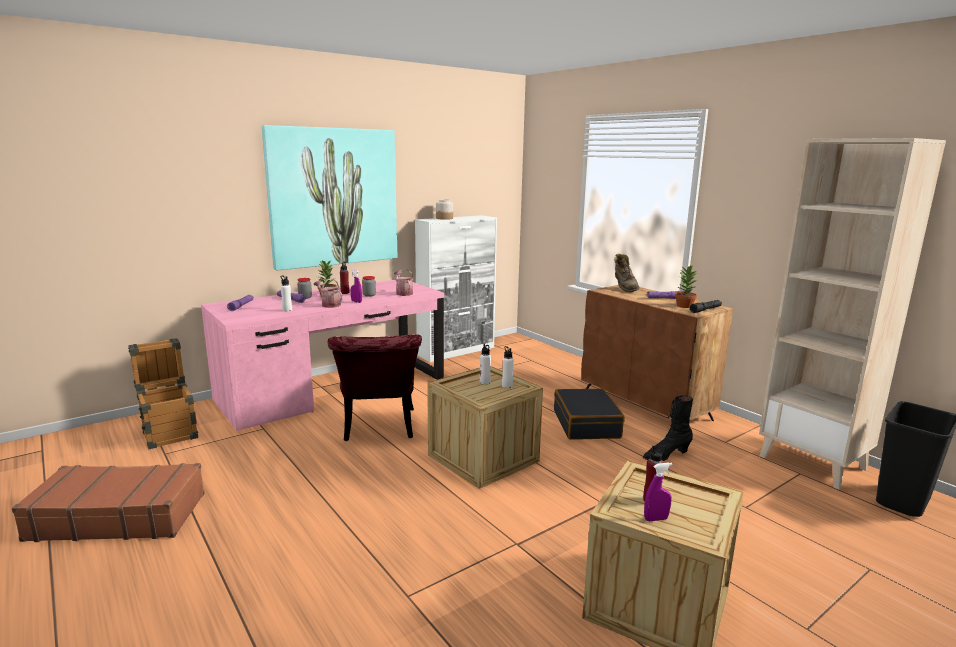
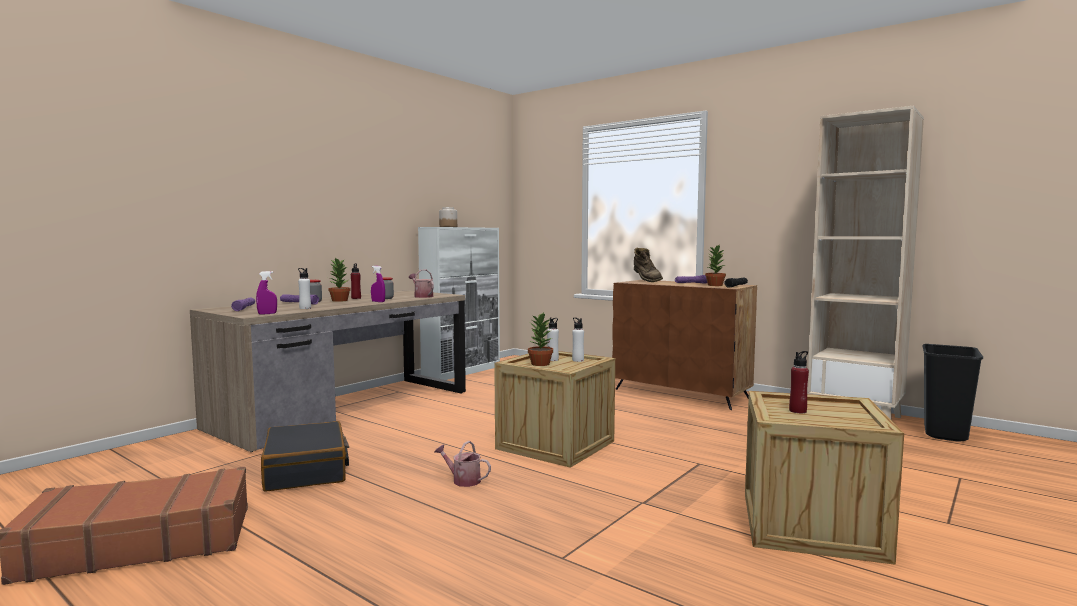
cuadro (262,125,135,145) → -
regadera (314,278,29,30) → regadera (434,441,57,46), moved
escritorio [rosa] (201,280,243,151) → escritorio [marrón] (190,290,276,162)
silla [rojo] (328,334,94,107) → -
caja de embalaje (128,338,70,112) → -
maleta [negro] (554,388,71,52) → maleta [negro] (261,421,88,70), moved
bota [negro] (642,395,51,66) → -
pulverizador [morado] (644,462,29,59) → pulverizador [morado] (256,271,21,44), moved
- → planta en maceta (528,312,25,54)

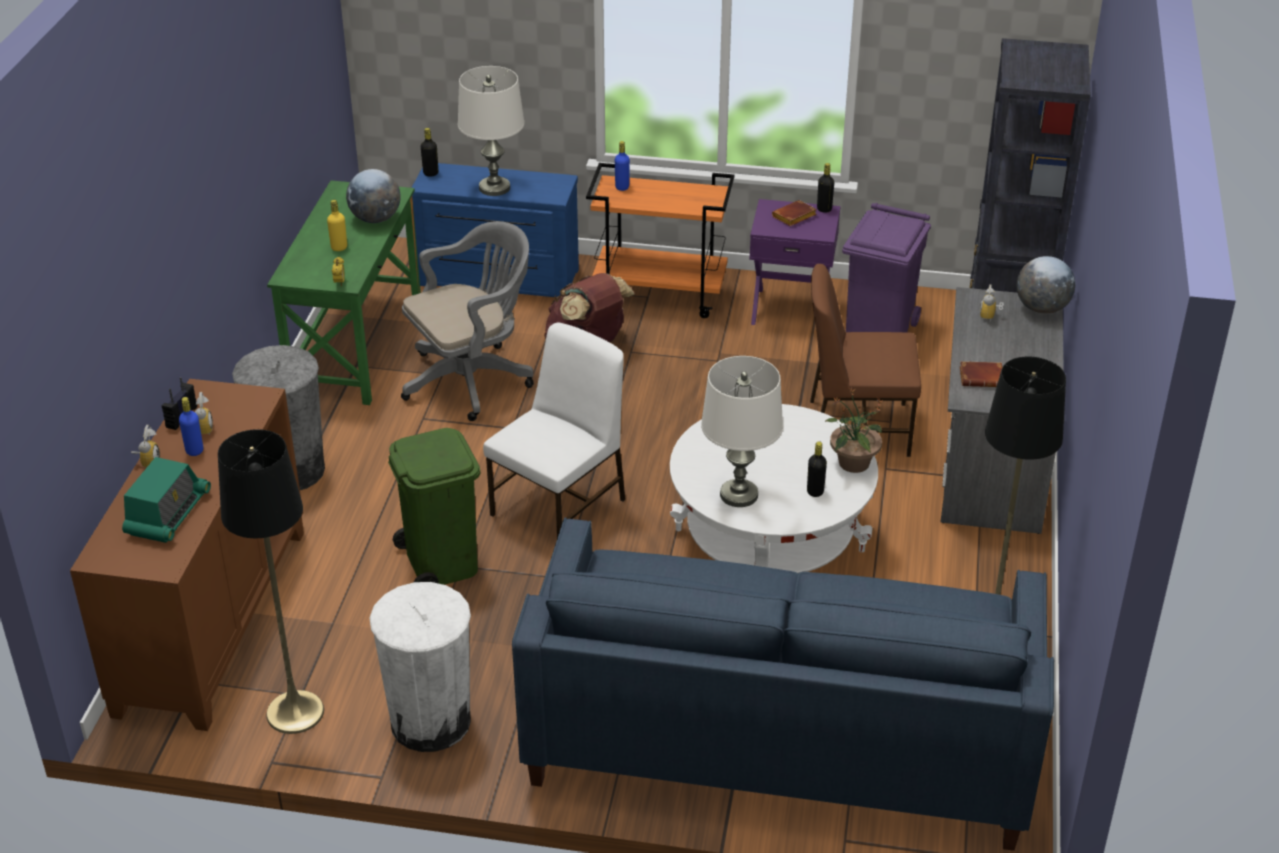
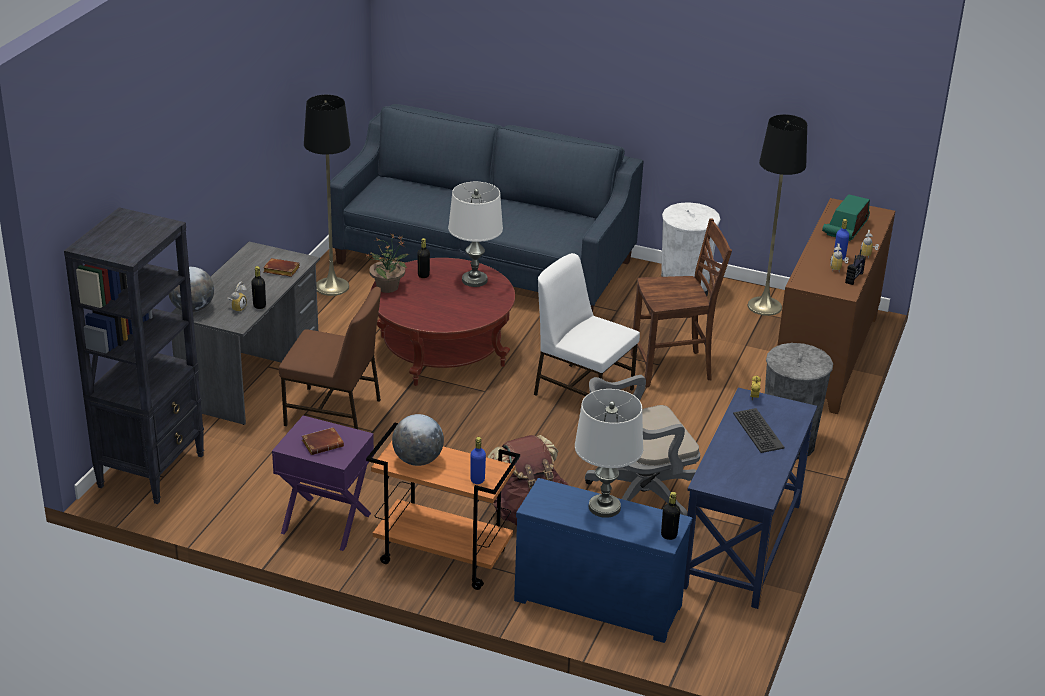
botella [negro] (817,163,17,50) → botella [negro] (251,266,15,43), moved
globo terráqueo (346,169,55,54) → globo terráqueo (392,414,52,52), moved
escritorio [verde] (267,180,154,225) → escritorio [azul] (684,388,133,221)
botella [amarillo] (327,200,20,51) → teclado (733,408,51,45)
papelera [morado] (842,203,89,129) → -
silla [blanco] (483,323,142,215) → silla [blanco] (534,253,106,143), 75 degrees clockwise
mesa de centro [blanco] (670,404,208,169) → mesa de centro [rojo] (370,258,145,128)
papelera [verde] (388,428,92,157) → silla [marrón] (631,219,101,168)

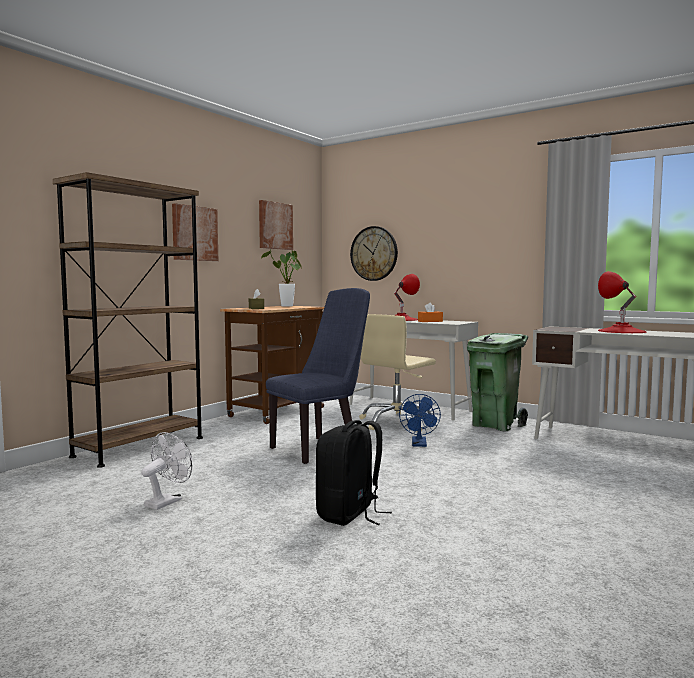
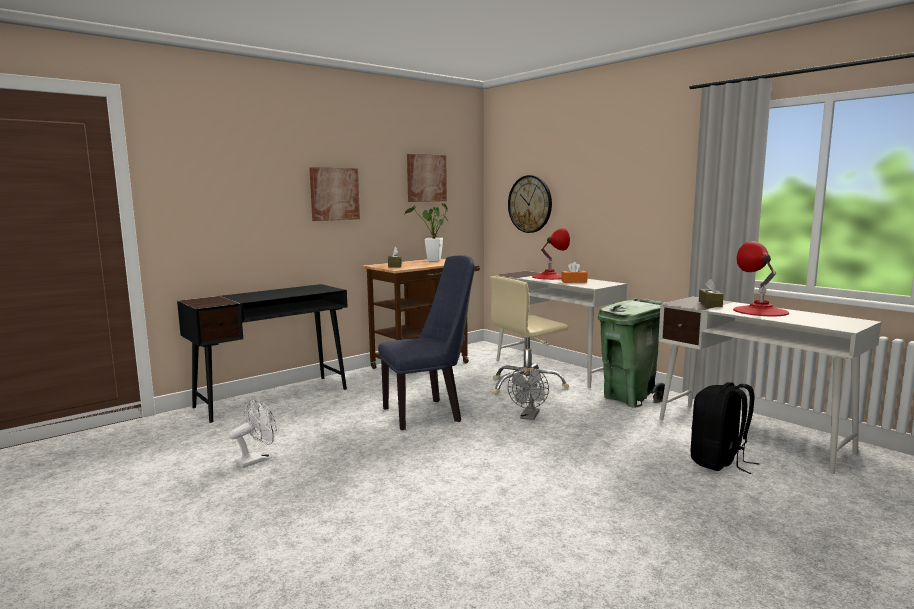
estantería [marrón] (53,172,150,296) → escritorio [negro] (177,284,171,139)
ventilador [azul] (399,394,42,53) → ventilador [gris] (508,366,41,54)
mochila [negro] (316,420,76,106) → mochila [negro] (691,382,68,92), moved
- → caja de pañuelos [marrón] (699,279,25,28)

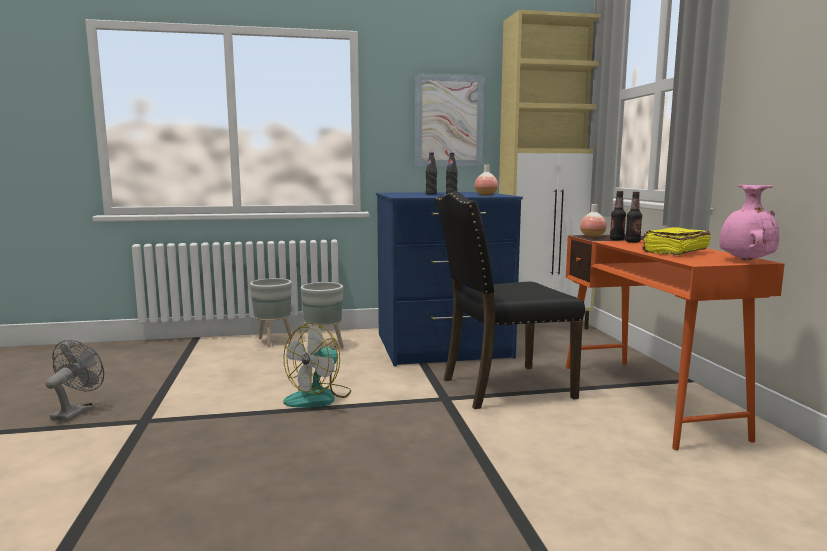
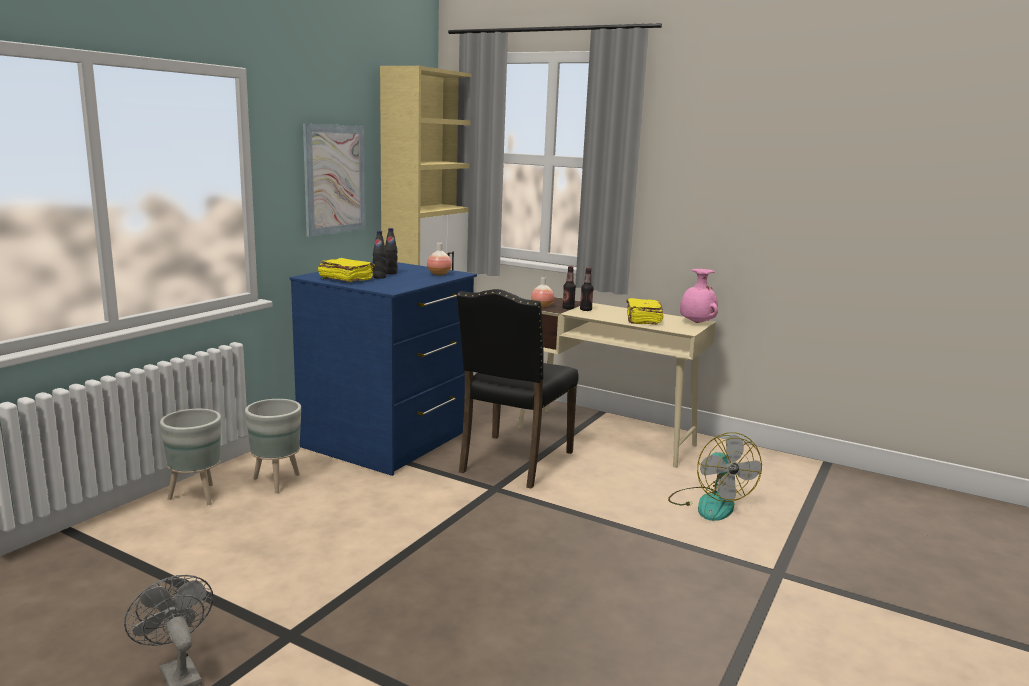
escritorio [naranja] (566,234,219,216) → escritorio [beis] (518,297,198,171)
ventilador (283,323,68,85) → ventilador (668,432,94,89), moved
- → libro [amarillo] (318,258,57,24)

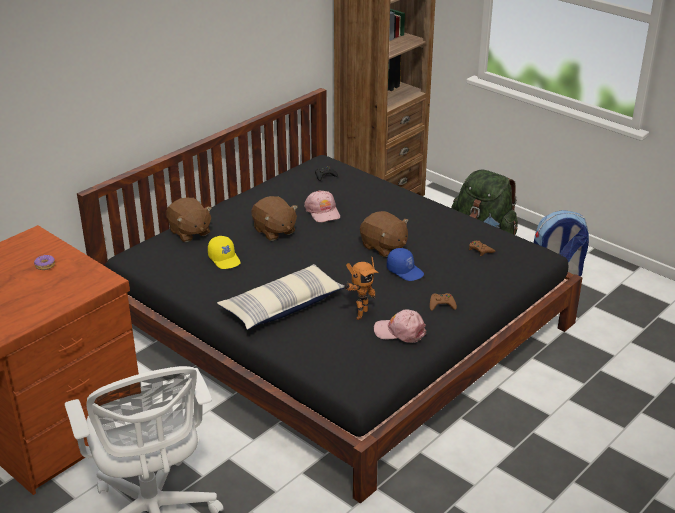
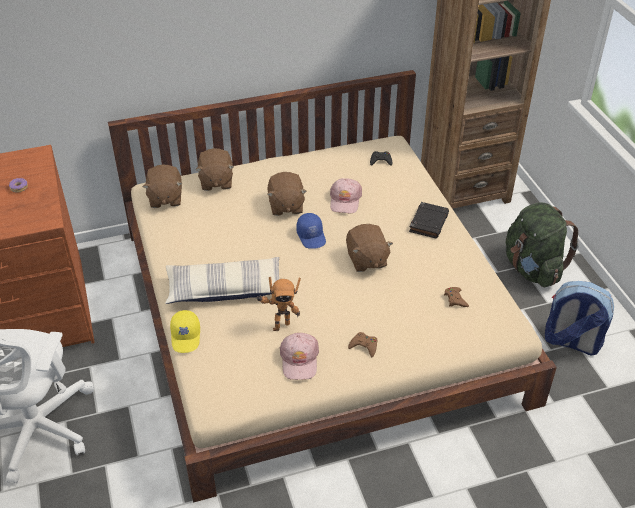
cama [negro] (77,88,506,416) → cama [beis] (108,70,449,433)
gorra [amarillo] (208,236,33,33) → gorra [amarillo] (170,310,30,43), moved
gorra [azul] (387,248,37,33) → gorra [azul] (296,213,30,36), moved
gorra [rosa] (374,309,52,34) → gorra [rosa] (280,333,39,47), 135 degrees counterclockwise
- → peluche [marrón] (143,165,39,43)
- → libro [negro] (409,202,40,37)

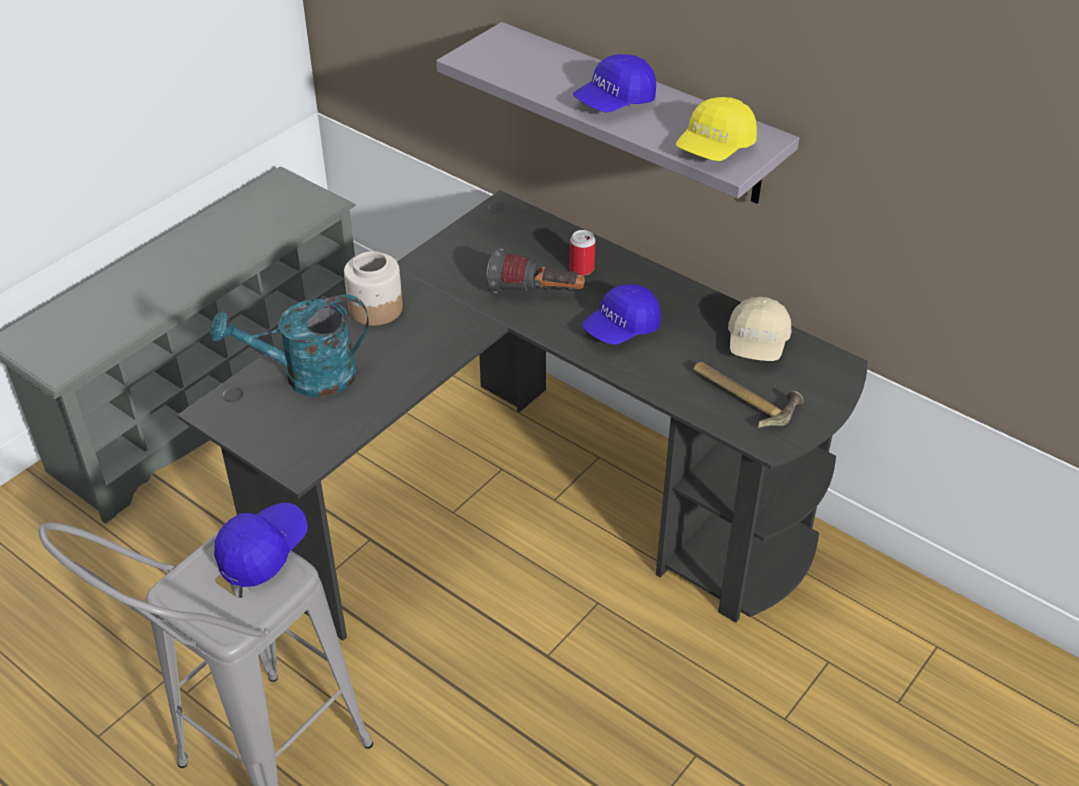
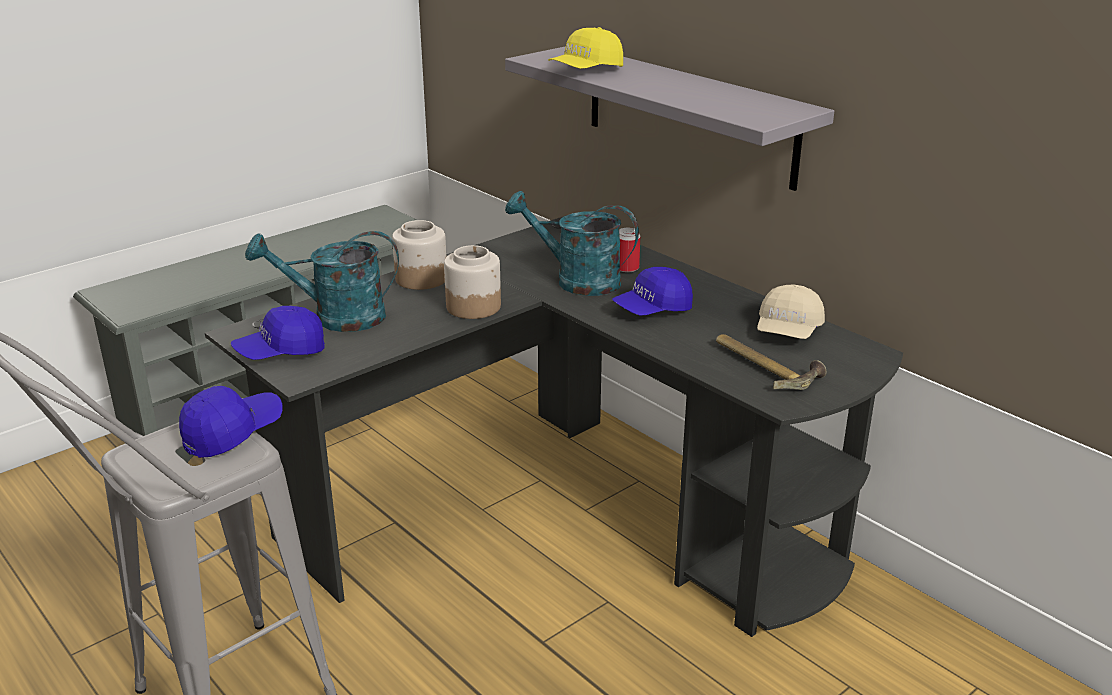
gorra [azul] (573,54,83,58) → gorra [azul] (231,306,94,54), moved
gorra [amarillo] (676,97,81,64) → gorra [amarillo] (548,27,75,42), moved
linterna (487,249,98,44) → regadera [turquesa] (505,191,134,105)
- → tarro (444,245,57,74)

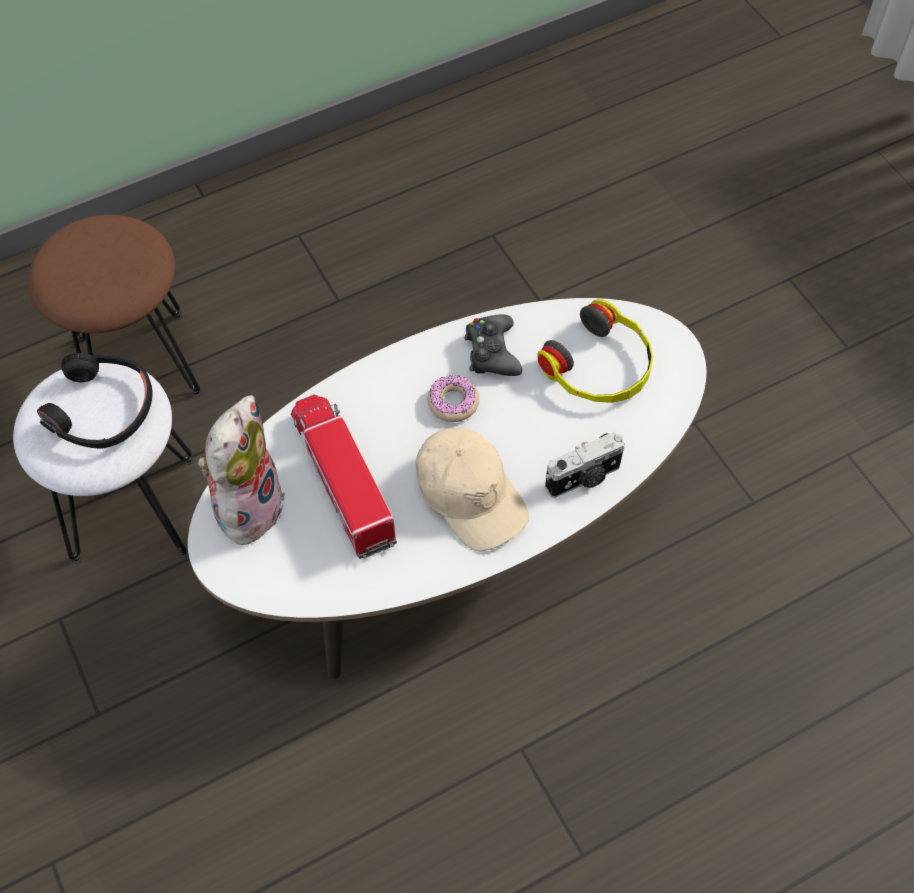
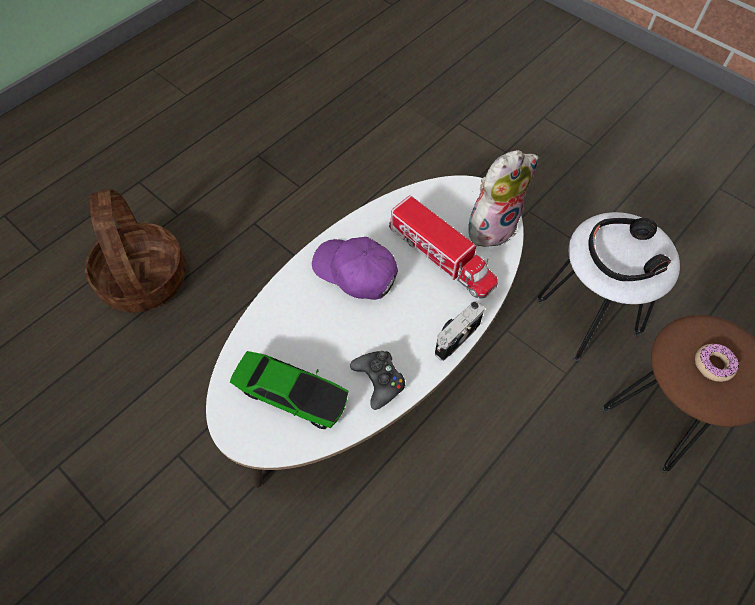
auriculares (537,299,116,104) → coche de juguete (230,351,119,78)
rosquilla (428,375,51,47) → rosquilla (695,343,44,39), moved
peluche (198,395,87,157) → peluche (468,150,71,97), 120 degrees counterclockwise
gorra [beis] (416,428,113,123) → gorra [morado] (312,237,86,63)
cámara (545,432,80,66) → cámara (435,301,50,60), moved
- → cesta (85,189,101,123)

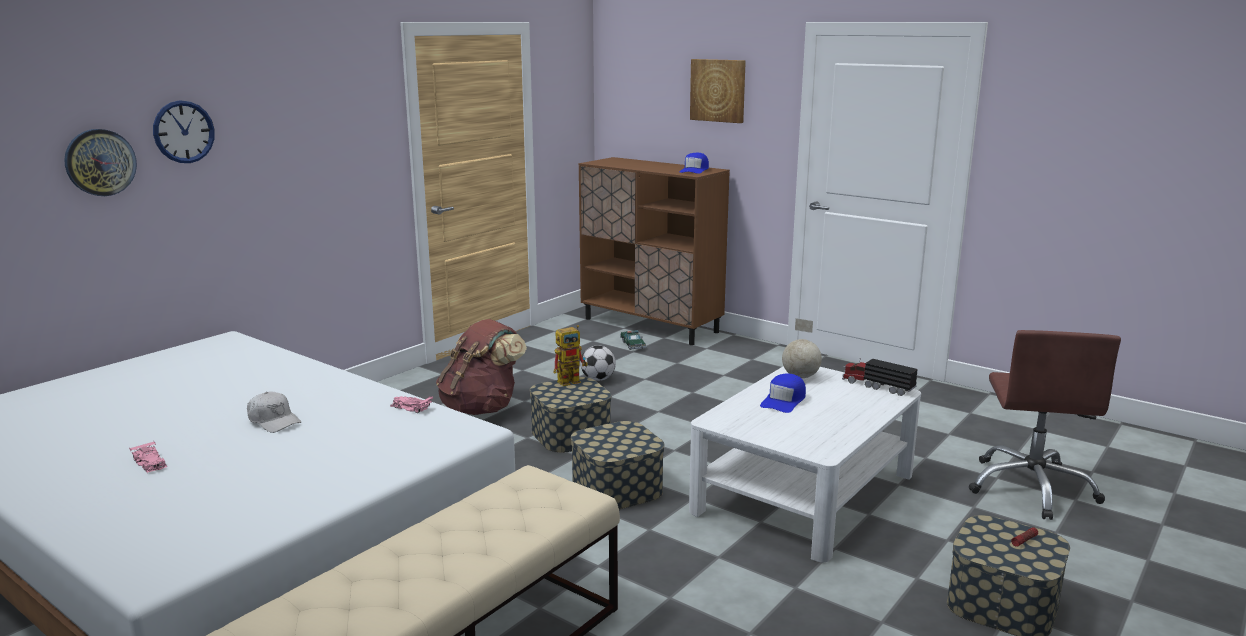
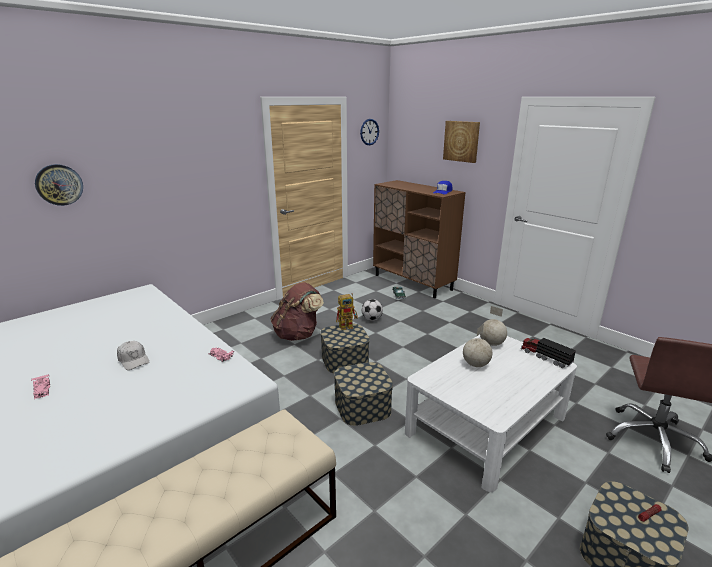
reloj de pared (153,100,62,63) → reloj de pared (360,119,19,26), moved
gorra [azul] (760,374,46,39) → globo terráqueo (463,324,29,43)

